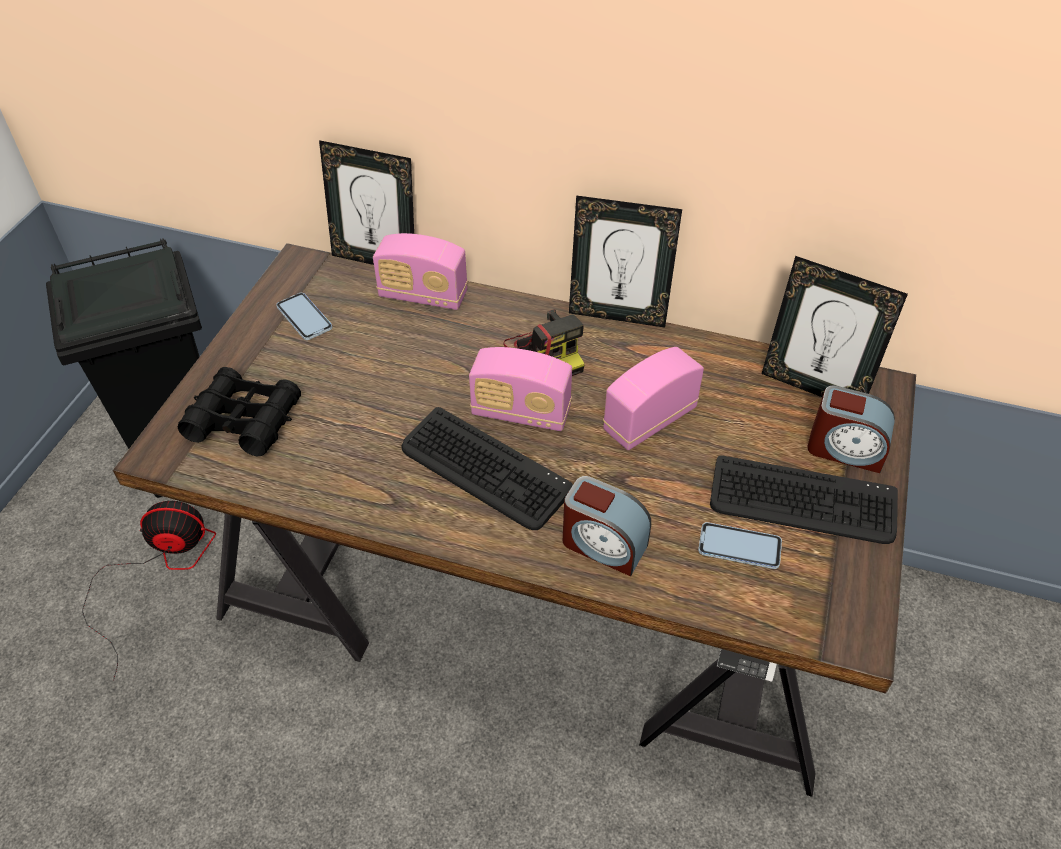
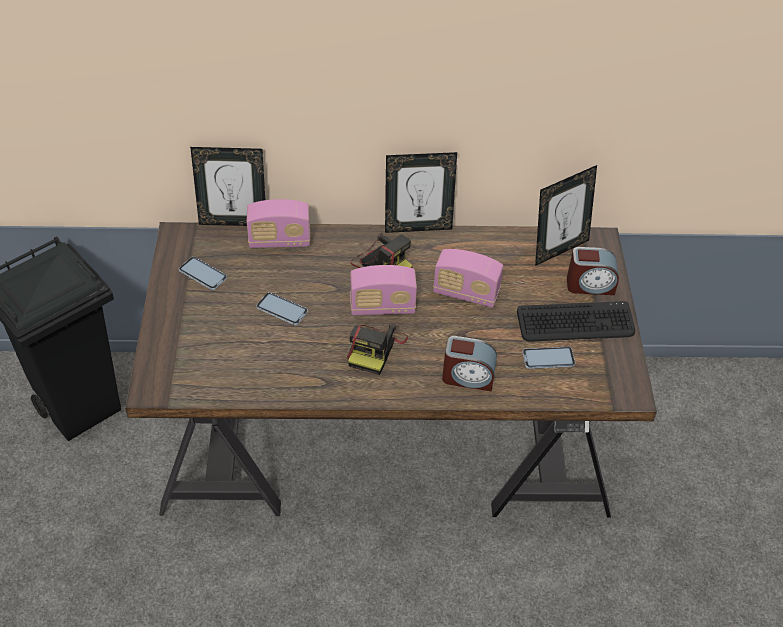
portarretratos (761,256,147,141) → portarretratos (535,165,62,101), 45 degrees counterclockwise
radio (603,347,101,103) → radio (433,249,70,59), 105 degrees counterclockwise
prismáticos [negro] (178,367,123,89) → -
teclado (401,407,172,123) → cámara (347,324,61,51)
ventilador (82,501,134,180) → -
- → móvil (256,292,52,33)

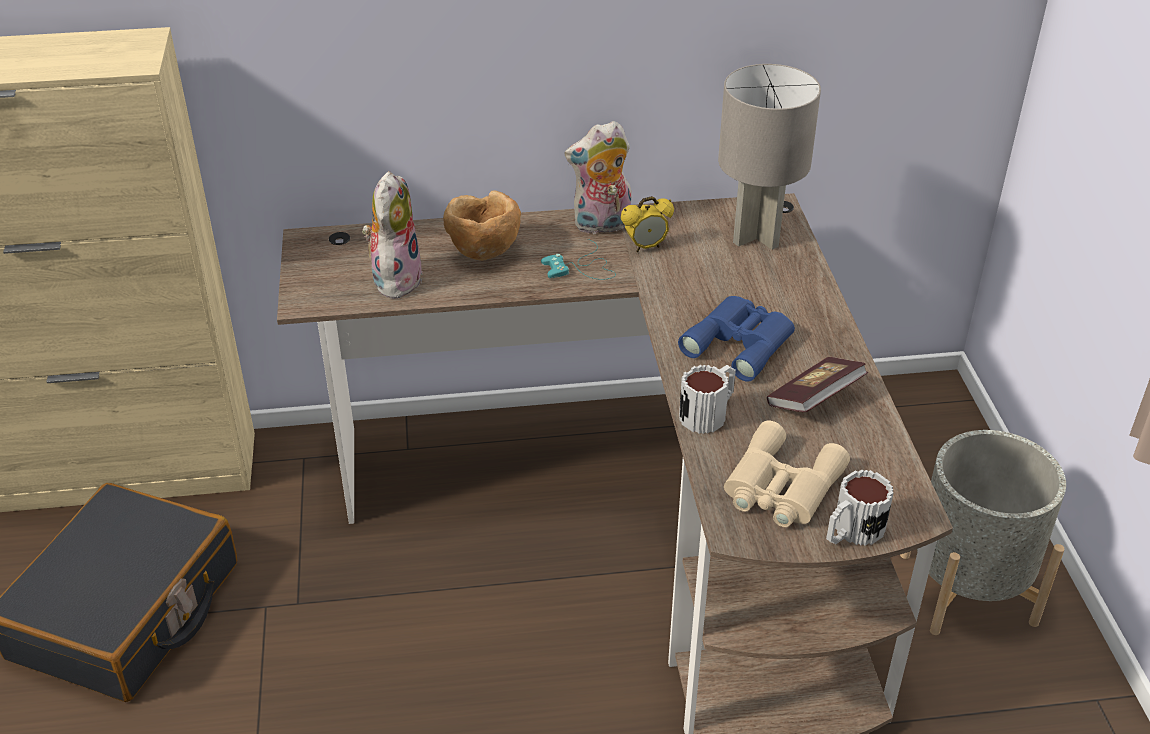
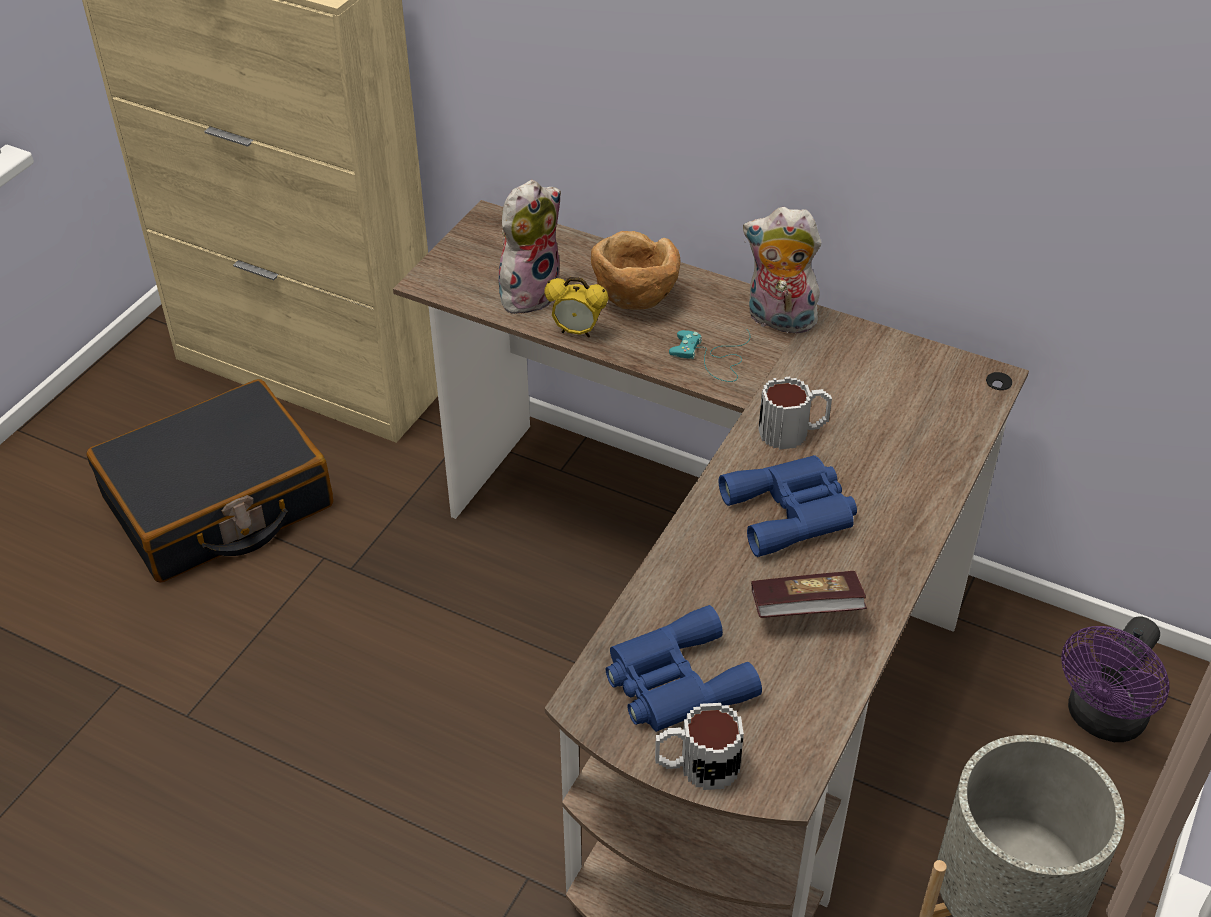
lámpara de mesa [gris] (718,64,103,186) → -
despertador (621,196,53,56) → despertador (544,277,65,60), moved
taza grande (679,365,57,69) → taza grande (758,377,74,73), moved
prismáticos [beis] (724,421,126,106) → prismáticos [azul] (606,605,156,127)
- → ventilador [morado] (1061,616,109,126)

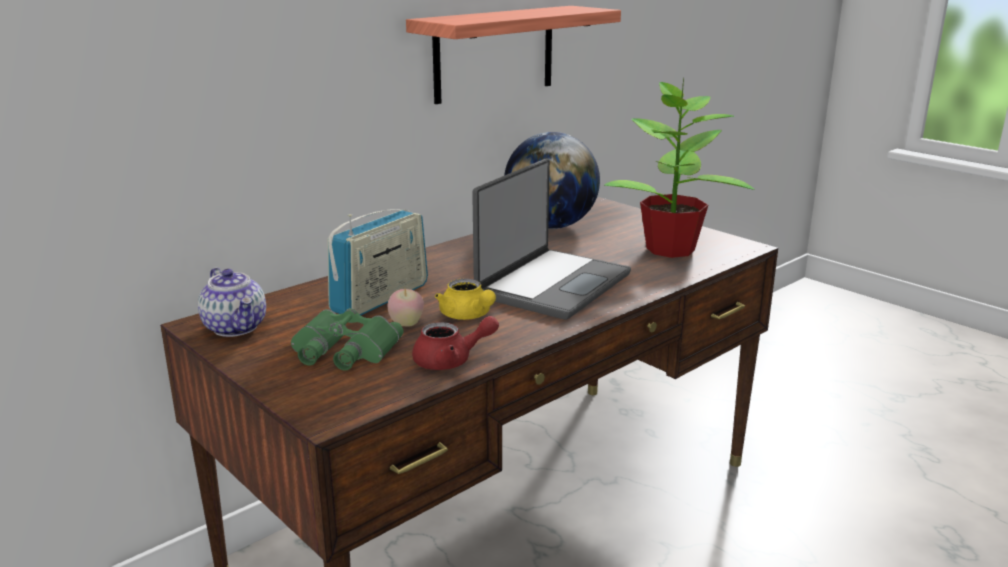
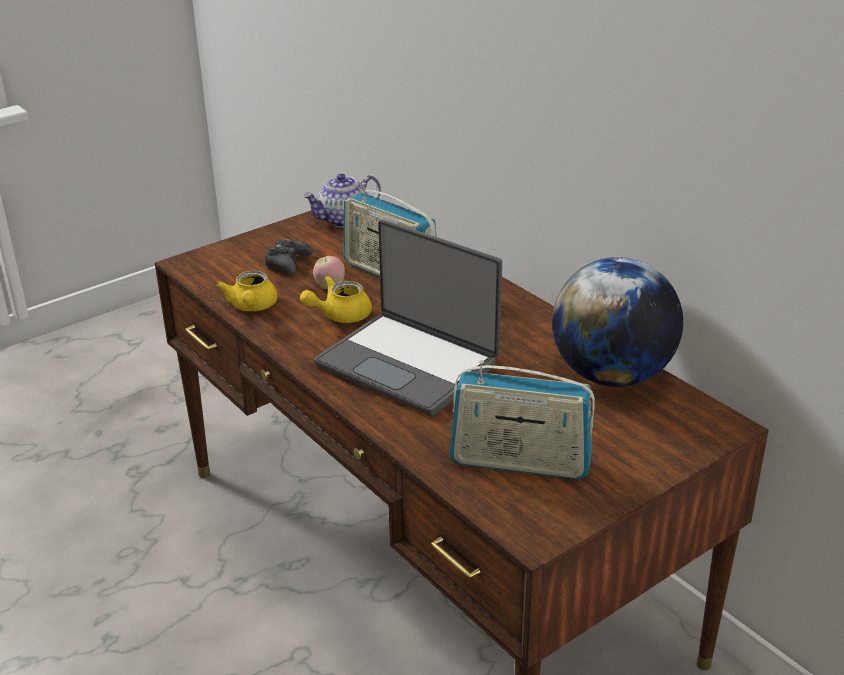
estante (406,6,215,98) → -
planta en maceta (604,78,150,180) → radio (449,360,146,119)
prismáticos [verde] (291,308,112,63) → mando de consola [negro] (265,239,48,35)
tetera [rojo] (412,316,87,54) → tetera [amarillo] (217,271,60,40)

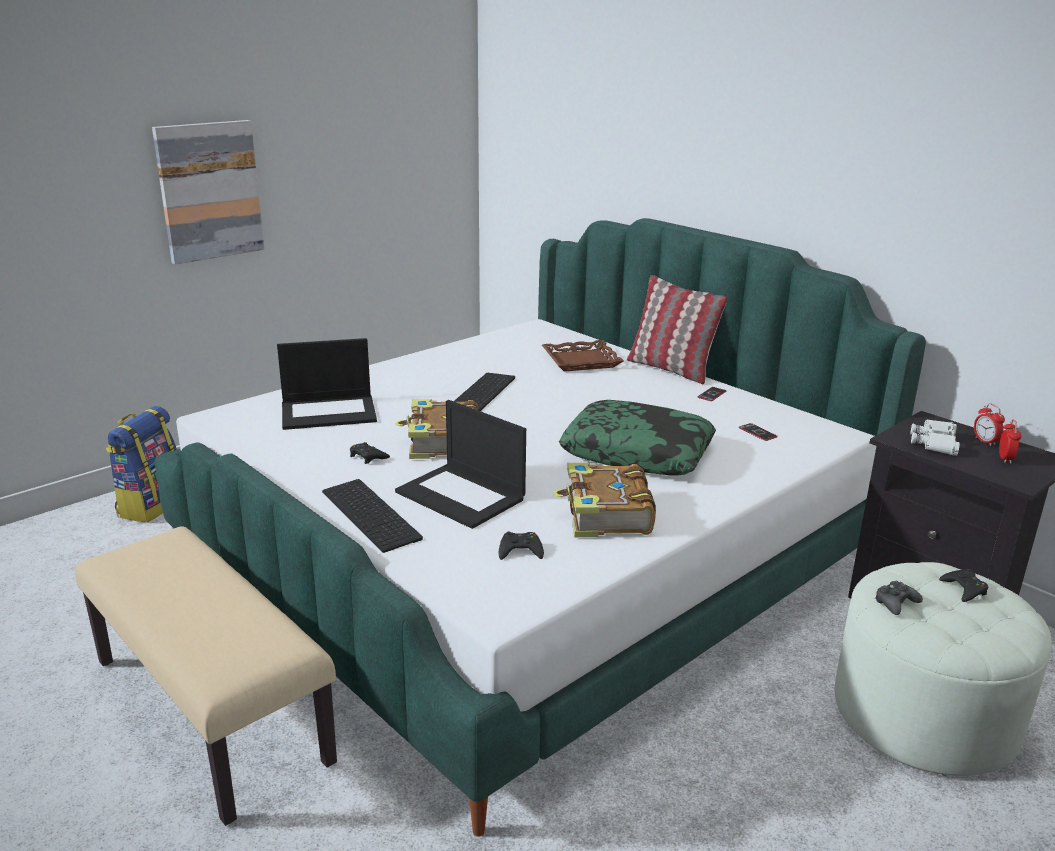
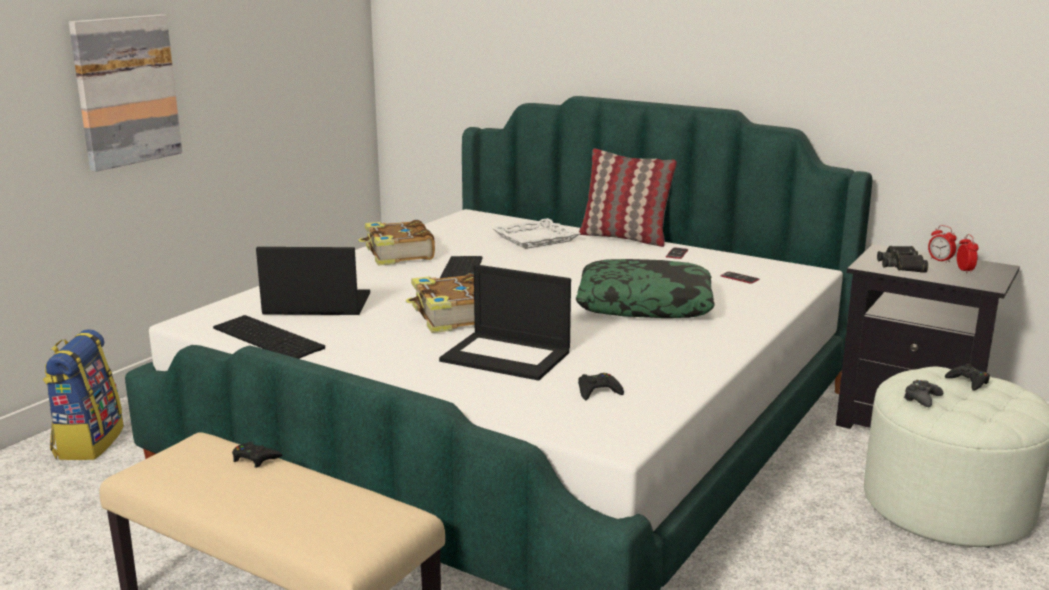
portátil (277,338,100,92) → portátil (256,247,114,68), 150 degrees counterclockwise
bandeja [marrón] (542,340,82,32) → bandeja [blanco] (492,218,89,31)
prismáticos [blanco] (911,419,49,37) → prismáticos [negro] (877,246,51,27)
mando de consola [negro] (350,442,40,22) → mando de consola [negro] (232,442,50,26), moved
libro (554,463,102,74) → libro (358,220,77,46), moved
teclado (322,479,101,74) → teclado (213,315,112,44), moved

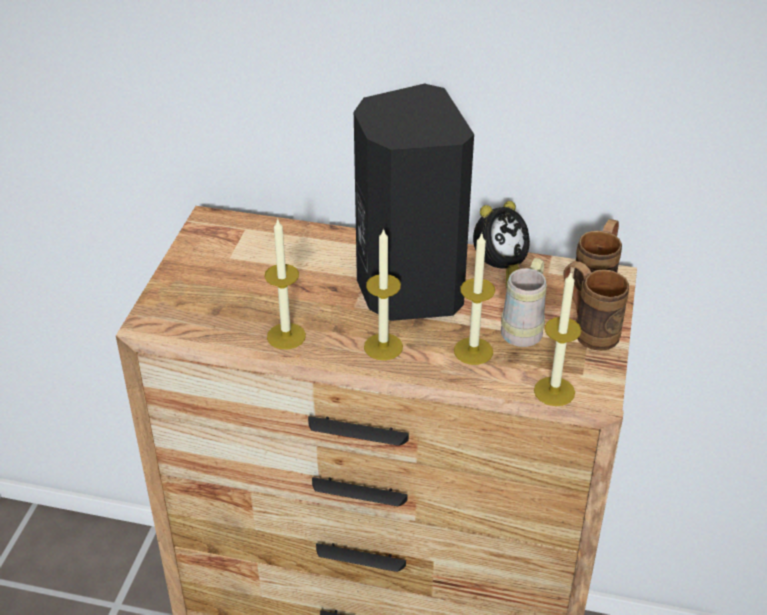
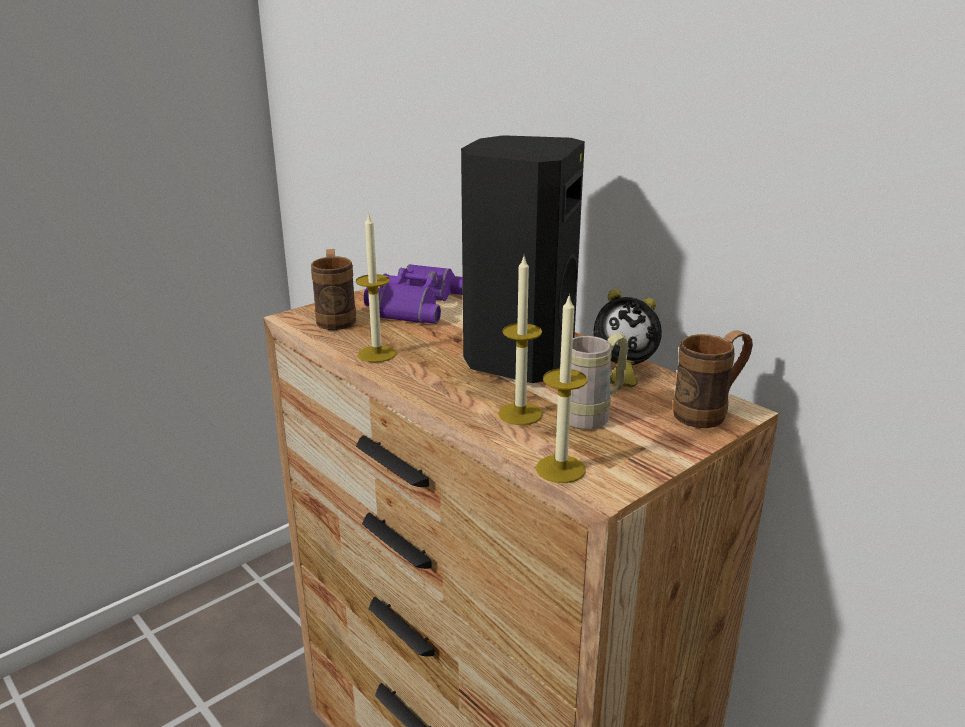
vela (364,228,39,132) → -
taza grande [marrón] (564,261,65,90) → taza grande [marrón] (311,249,45,81), moved
- → prismáticos [morado] (364,264,99,60)

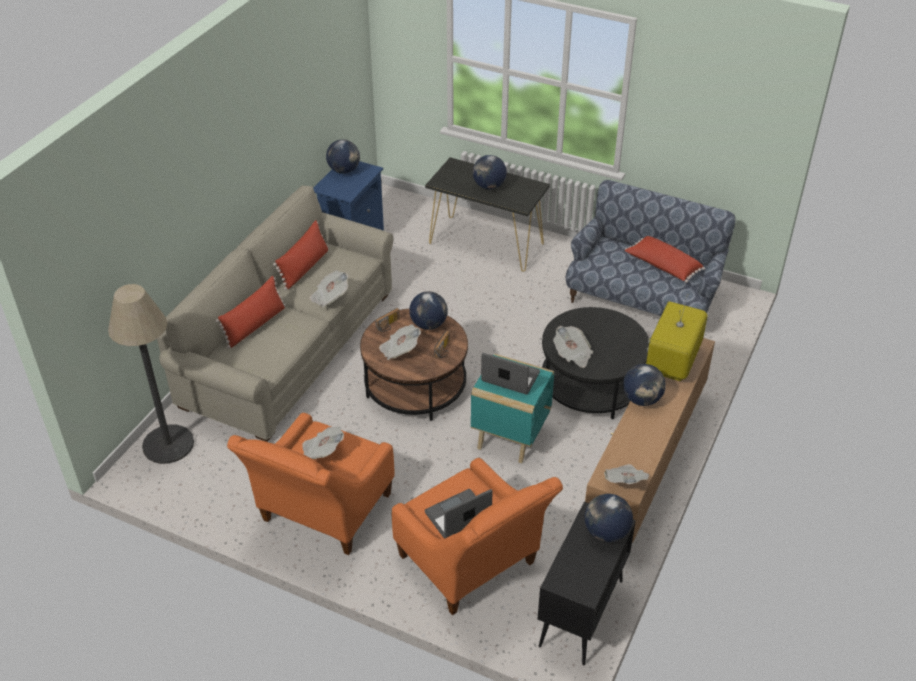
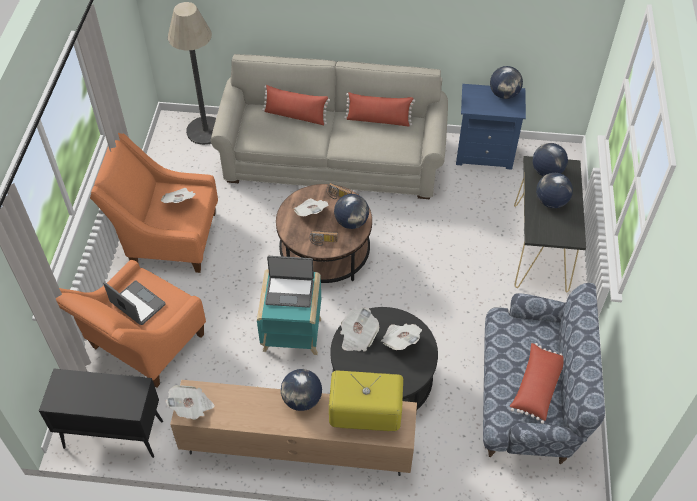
periódico (309,270,40,38) → periódico (381,324,41,26), moved
portátil (481,353,59,42) → portátil (265,256,49,52), 90 degrees clockwise
globo terráqueo (585,494,48,48) → globo terráqueo (532,143,36,33), moved

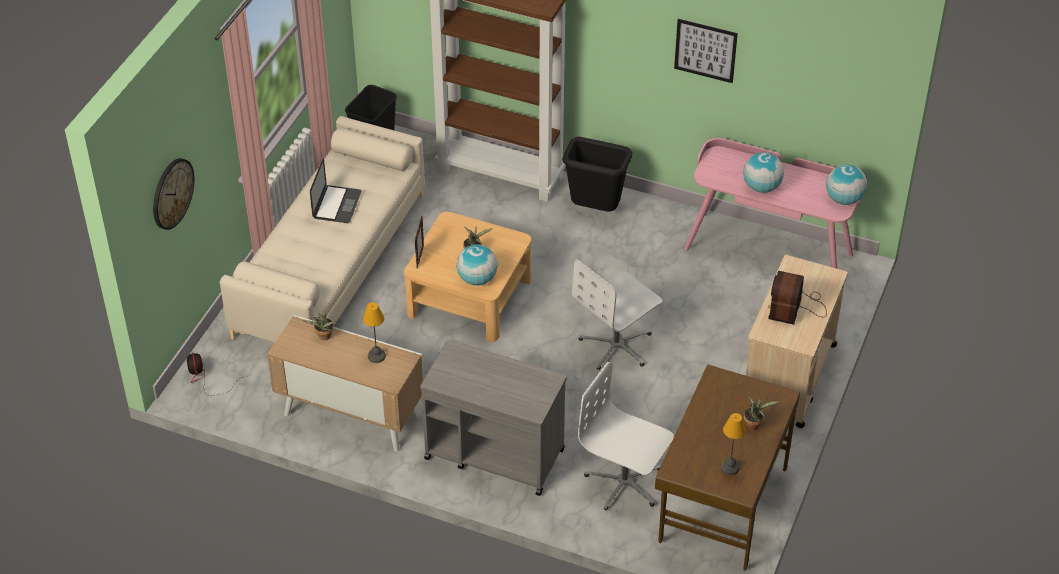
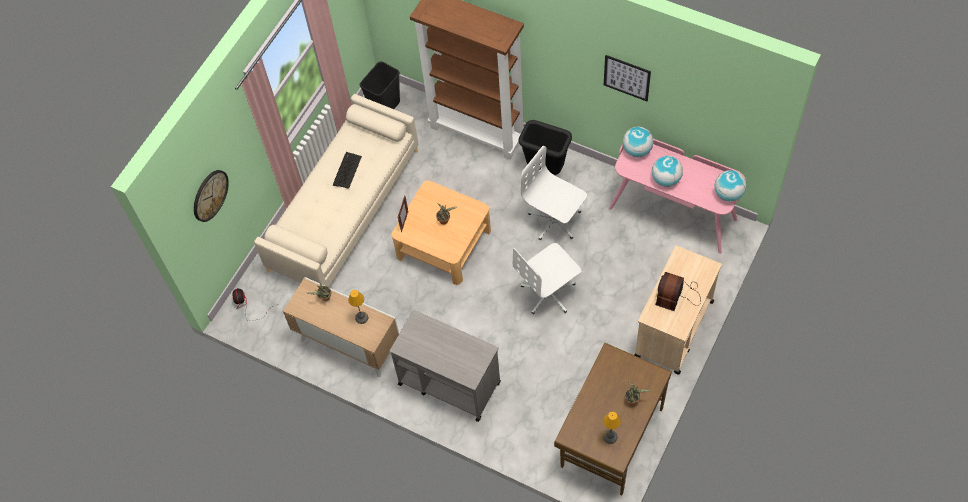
portátil (310,159,52,64) → teclado (333,152,29,37)
globo terráqueo (456,244,42,42) → globo terráqueo (623,126,31,31), moved
silla de oficina [blanco] (578,362,96,148) → silla de oficina [blanco] (521,146,66,94), moved

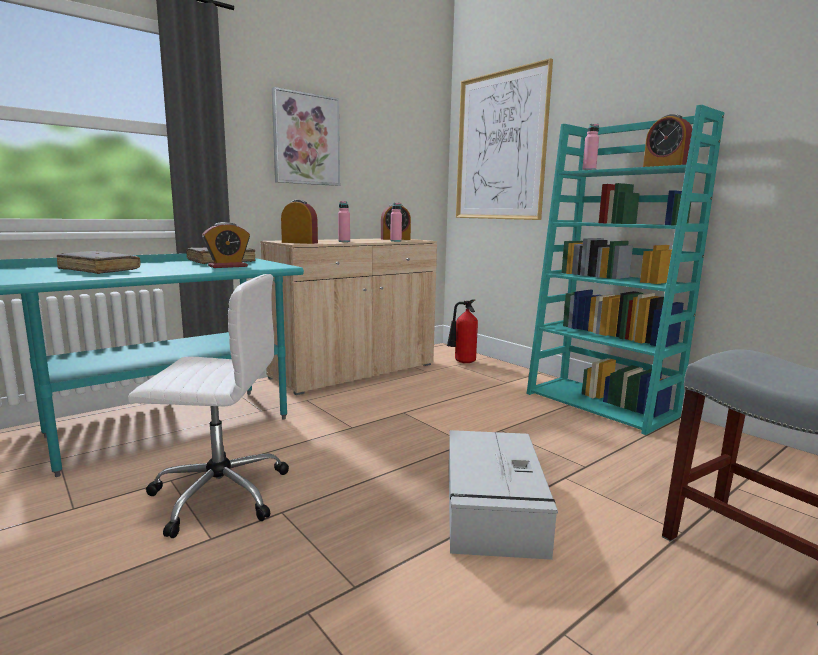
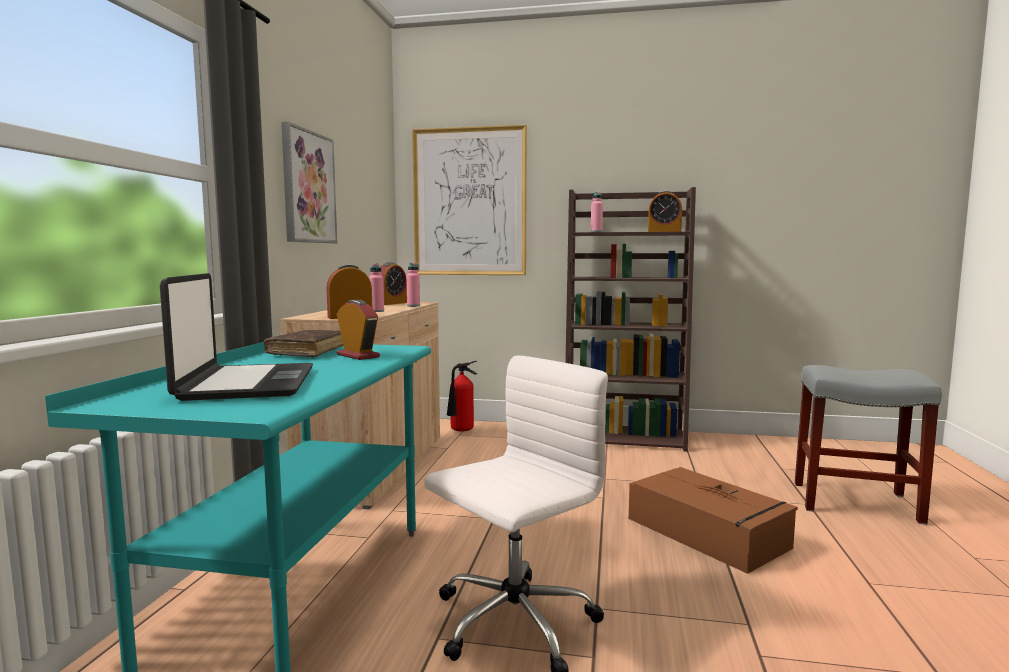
estantería [turquesa] (527,105,198,330) → estantería [marrón] (565,187,131,265)
despertador (202,222,48,46) → despertador (337,300,43,60), 60 degrees counterclockwise
libro [marrón] (57,251,84,23) → portátil (160,273,153,128)
caja de almacenaje [gris] (449,430,109,130) → caja de almacenaje [marrón] (629,467,169,107)

